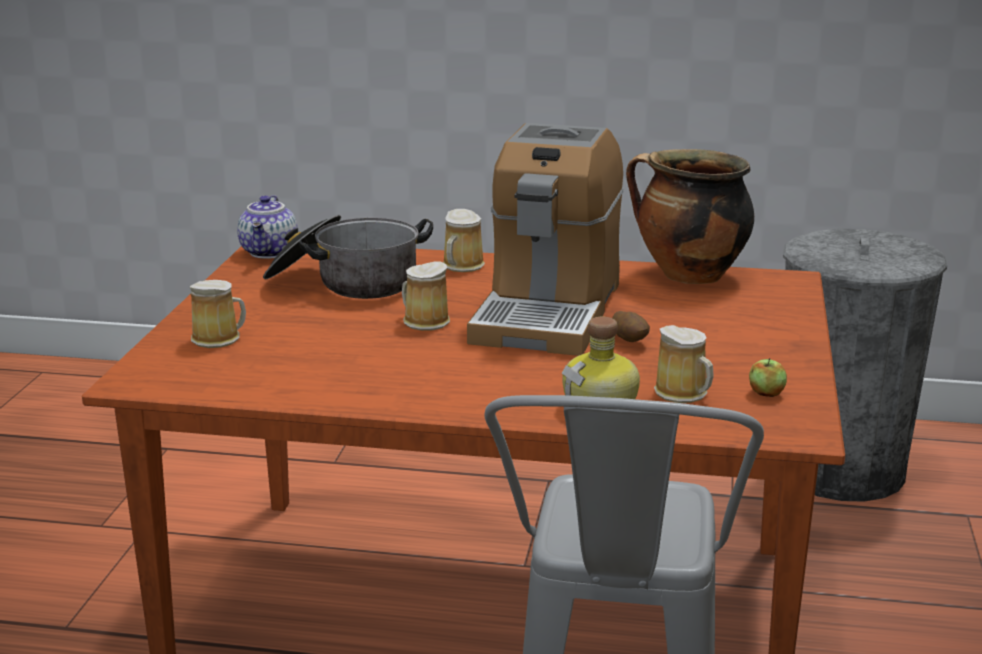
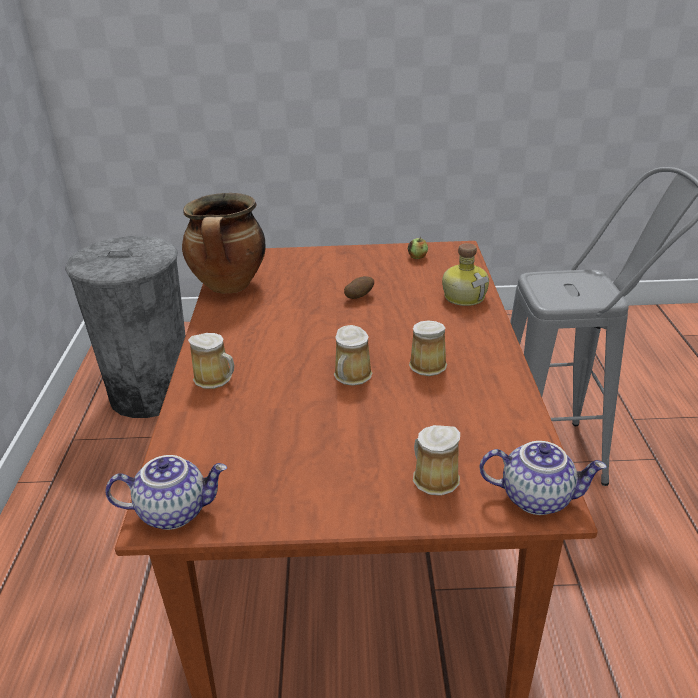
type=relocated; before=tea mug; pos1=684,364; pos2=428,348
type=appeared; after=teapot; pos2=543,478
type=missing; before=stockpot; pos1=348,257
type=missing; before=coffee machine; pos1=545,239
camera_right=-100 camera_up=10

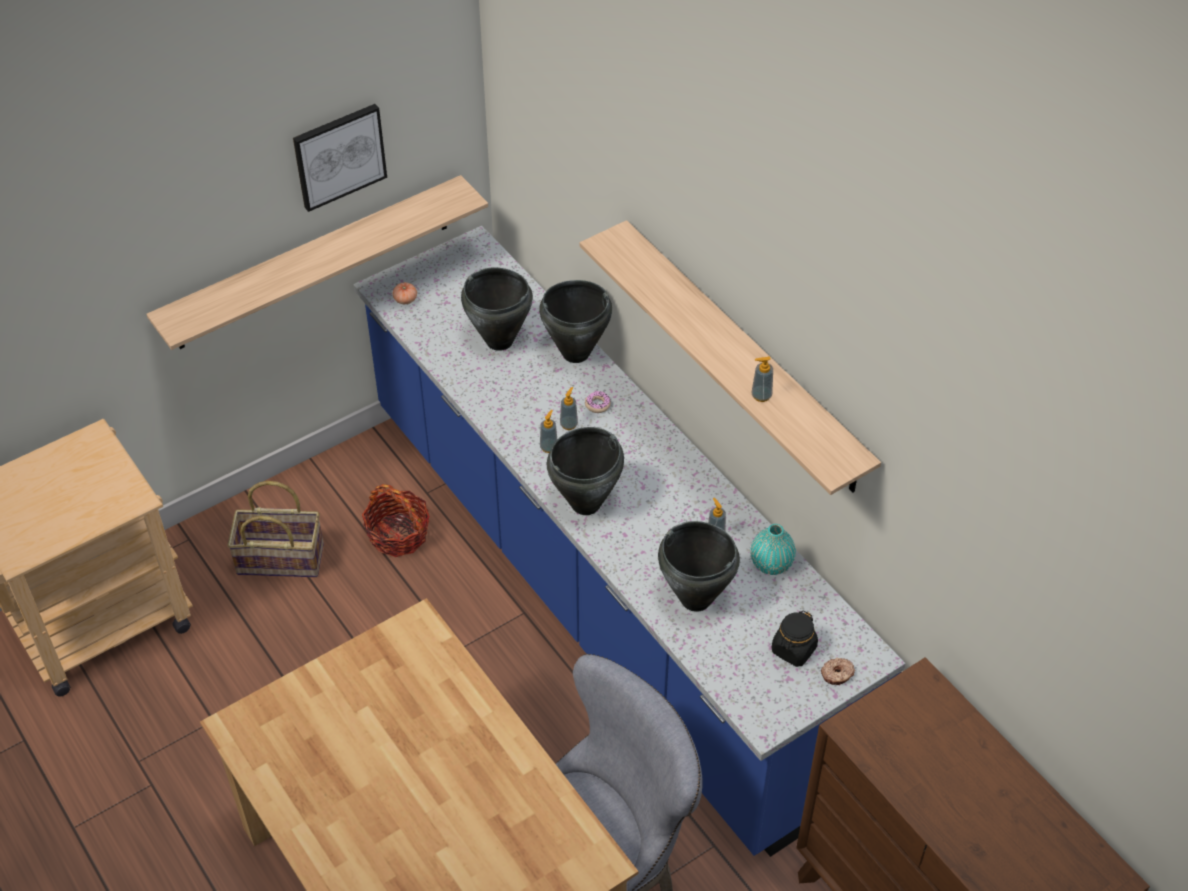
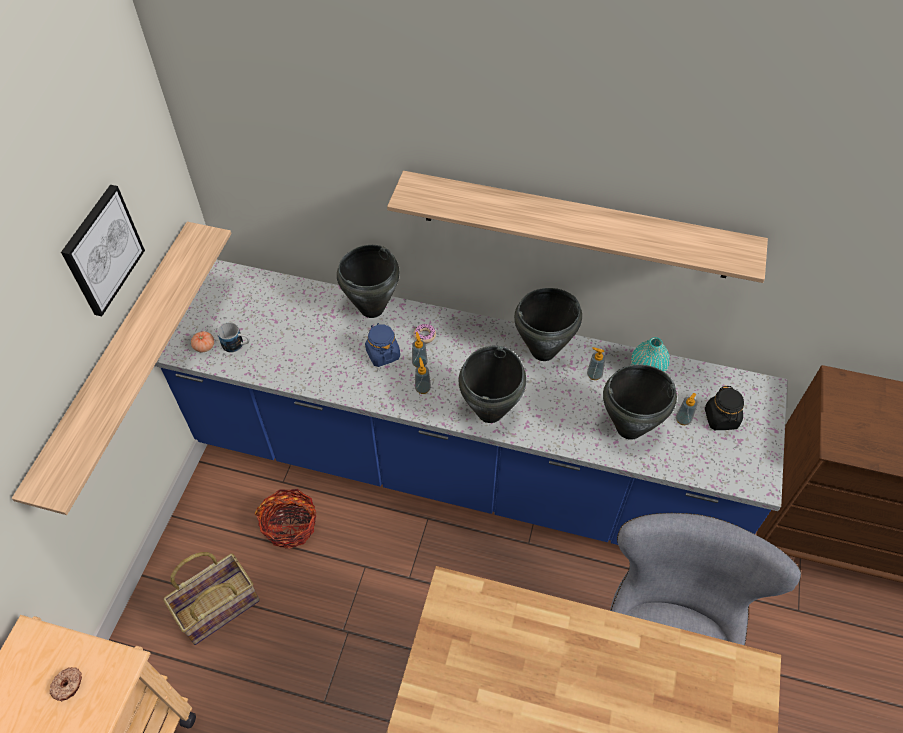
type=relocated; before=donut; pos1=838,671; pos2=66,684
type=appeared; after=tea mug; pos2=233,338
type=appeared; after=storage jar (blue-coloured); pos2=382,345
type=relocated; before=stockpot (black); pos1=497,309; pos2=548,324
type=relocated; before=liquid soap bottle; pos1=762,379; pos2=686,409
camera_right=-40 camera_up=5

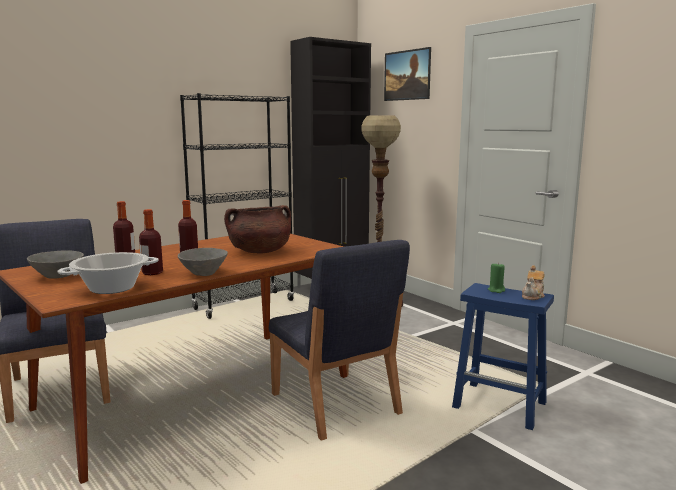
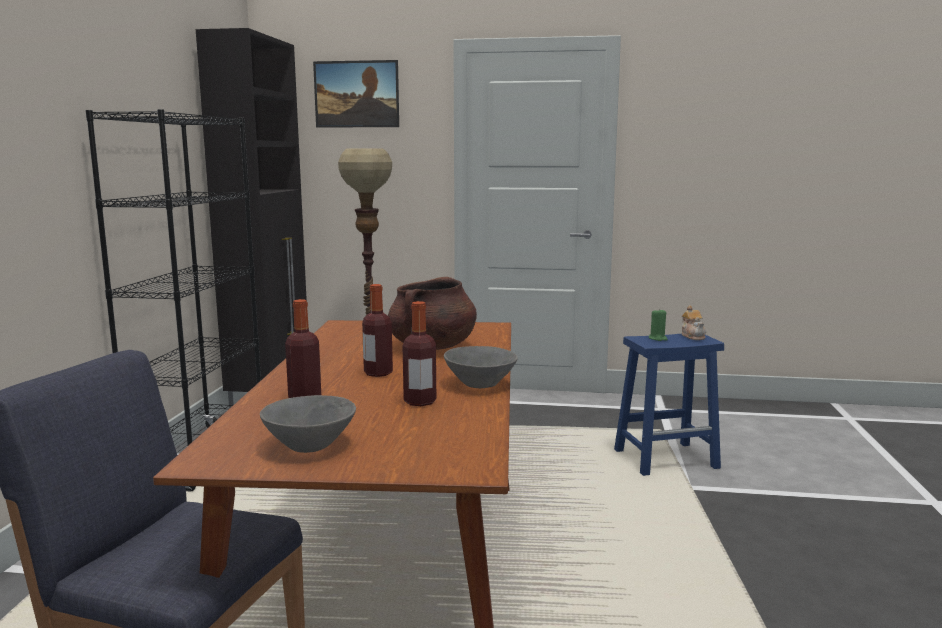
type=missing; before=stockpot; pos1=108,273
type=missing; before=chair (blue-coloured); pos1=339,340
camera_right=-45 camera_up=0

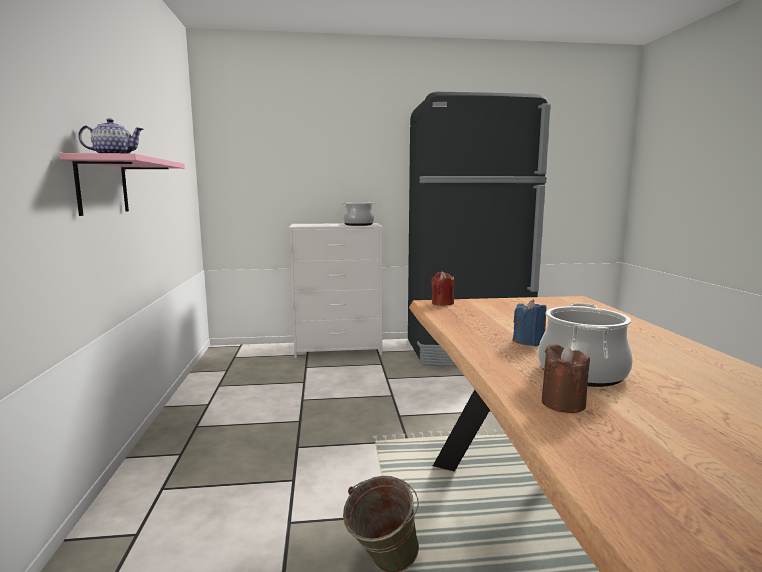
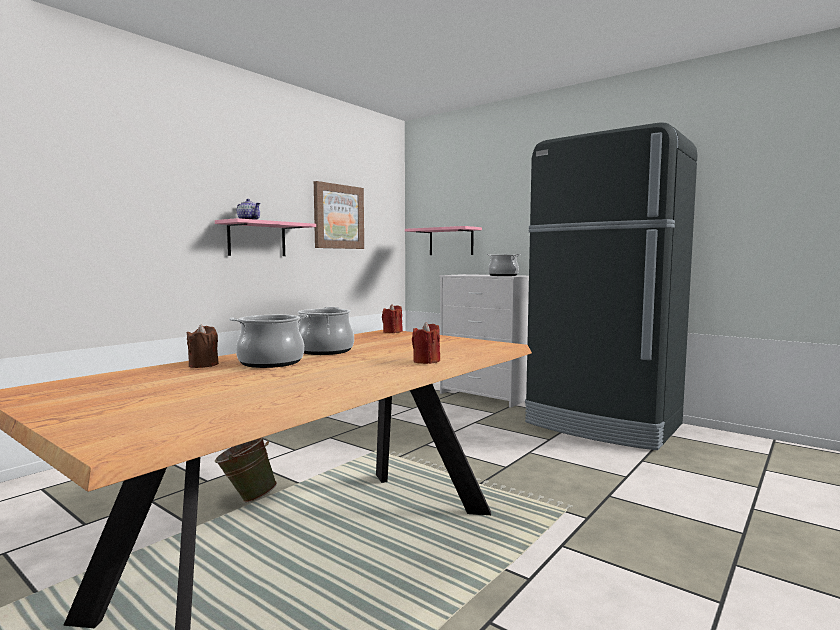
type=exchanged; before=wax candle (blue-coloured); after=stockpot; pos1=530,322; pos2=326,331
type=appeared; after=wall art; pos2=339,215
type=appeared; after=shelf (pinkish); pos2=443,240
type=appeared; after=wax candle (red-coloured); pos2=426,343
camera_right=45 camera_up=-5

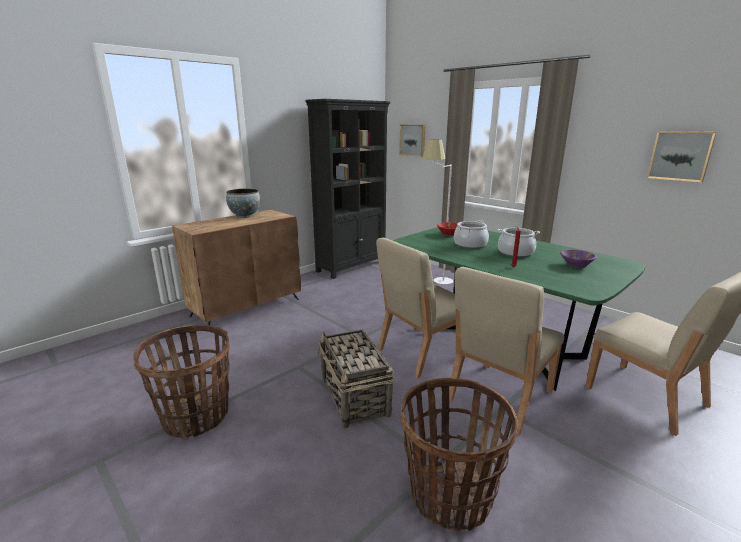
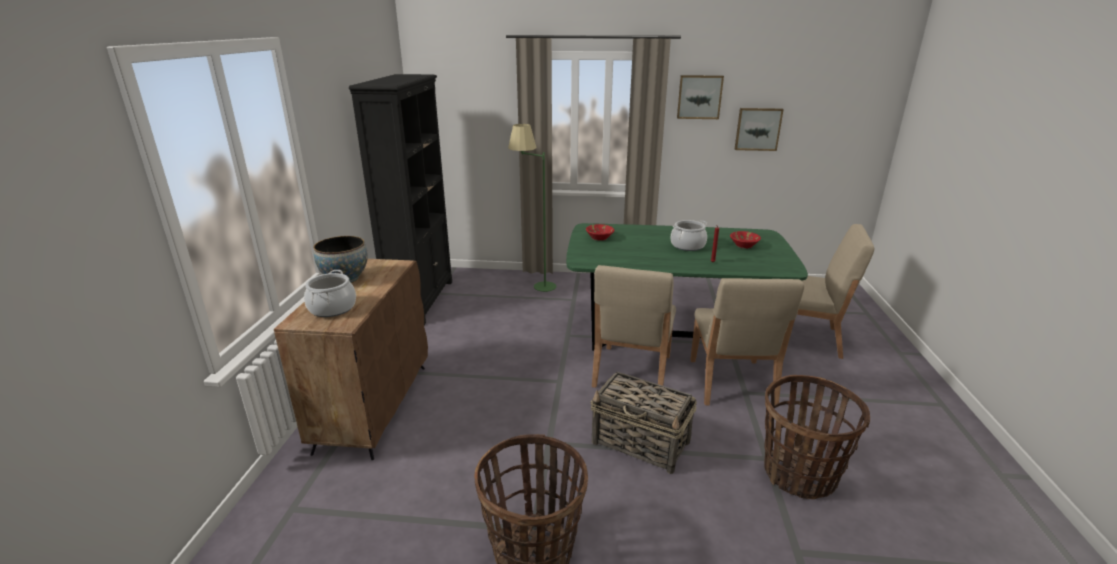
type=relocated; before=stockpot; pos1=471,234; pos2=330,293
type=colour; before=standard lamp (white-coloured); after=standard lamp (greenish); pos1=437,212; pos2=532,208
type=relocated; before=wall art; pos1=412,141; pos2=700,97
type=colour; before=serving bowl (purple-coloured); after=serving bowl (red-coloured); pos1=578,259; pos2=745,240
camera_right=-40 camera_up=5

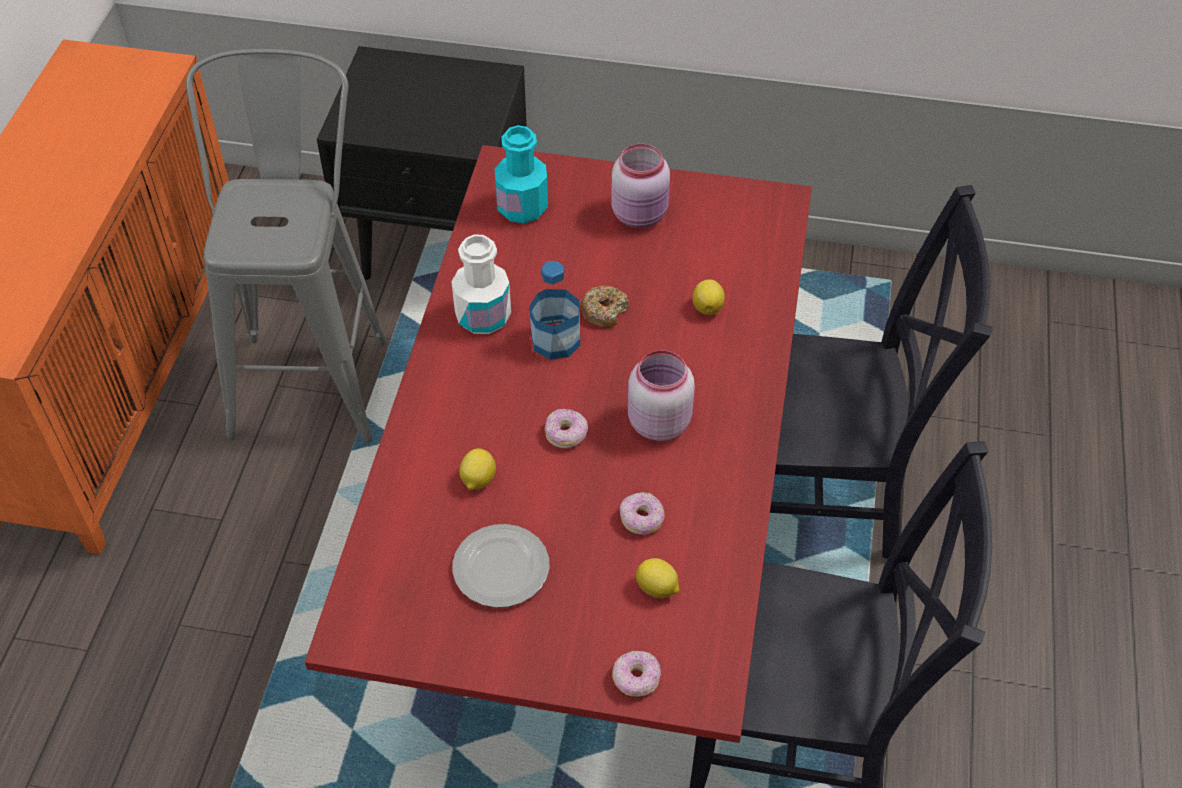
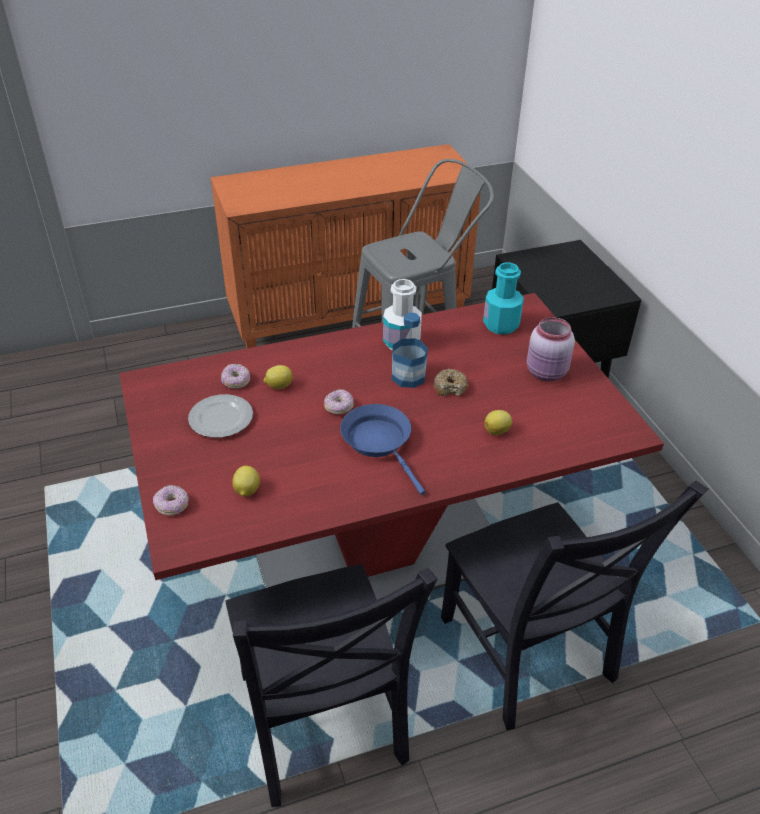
type=relocated; before=donut; pos1=642,514; pos2=235,376
type=exchanged; before=storage jar (pinkish); after=pan (blue-coloured); pos1=661,395; pos2=382,449
camera_right=60 camera_up=-10

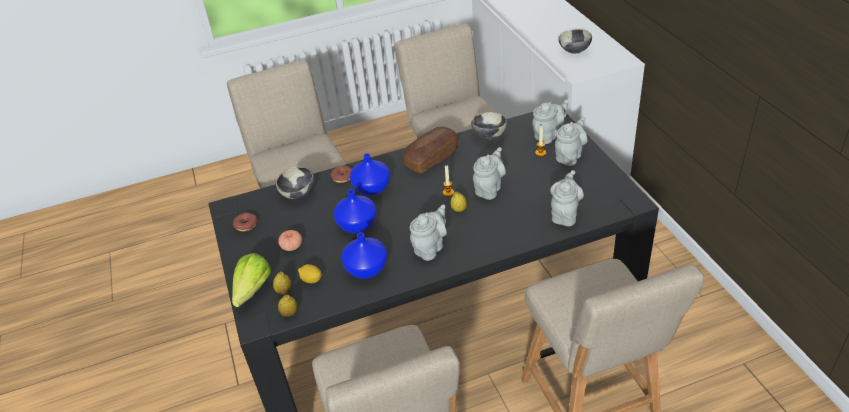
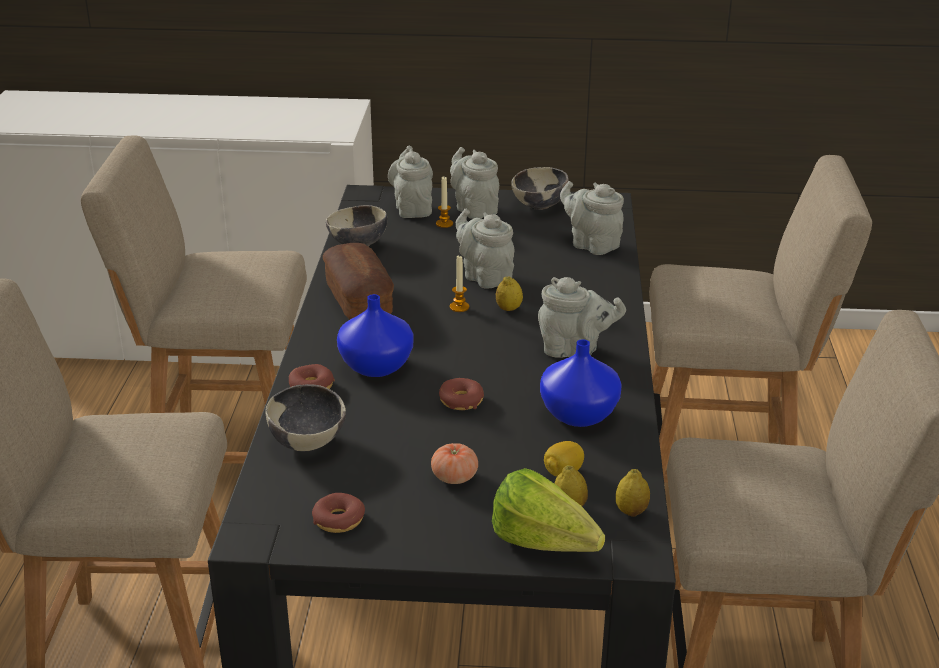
type=exchanged; before=decorative vase (blue-coloured); after=donut; pos1=355,211; pos2=461,394
type=relocated; before=serving bowl; pos1=575,41; pos2=540,188
type=spun; before=teapot (grey); pos1=428,233; pos2=582,317; turn=135
camera_right=-70 camera_up=-10

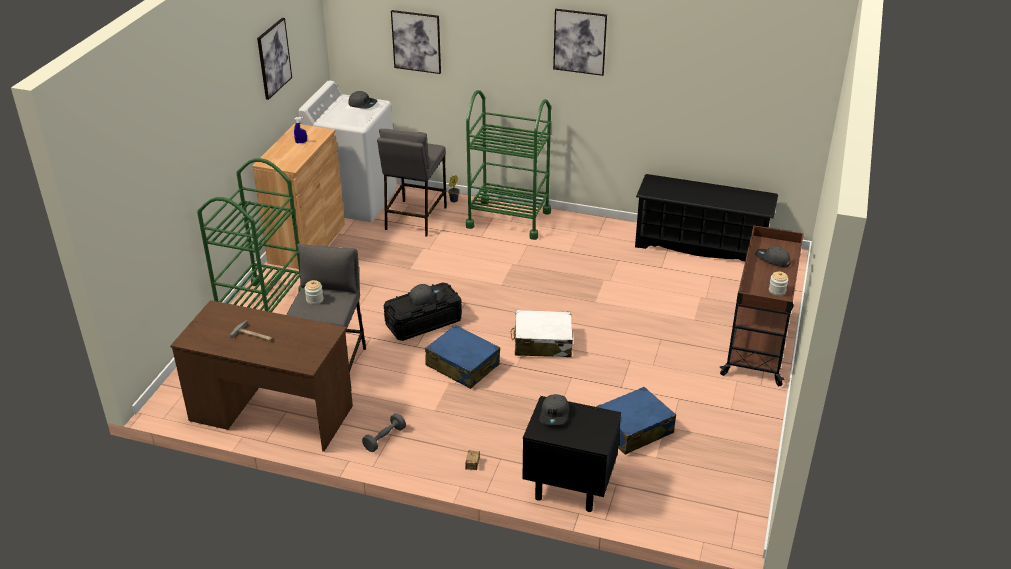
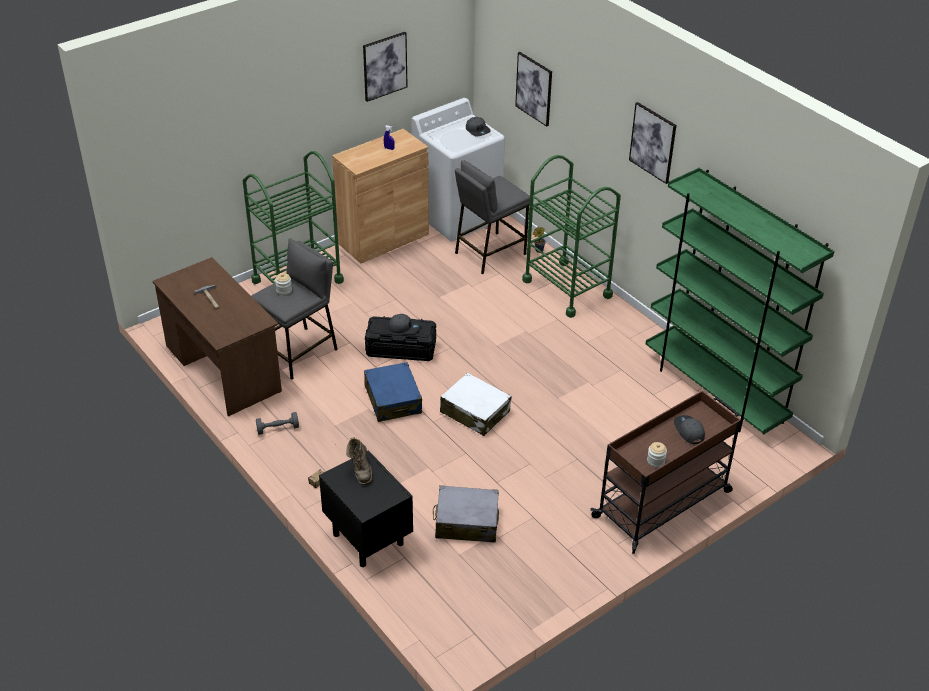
type=exchanged; before=cap (grey); after=high-top boot (brown); pos1=554,409; pos2=359,461
type=colour; before=travel case (blue-coloured); after=travel case (grey); pos1=636,421; pos2=466,514
type=exchanged; before=shoe rack (black); after=shelving unit (greenish); pos1=706,217; pos2=740,301
camera_right=35 camera_up=5

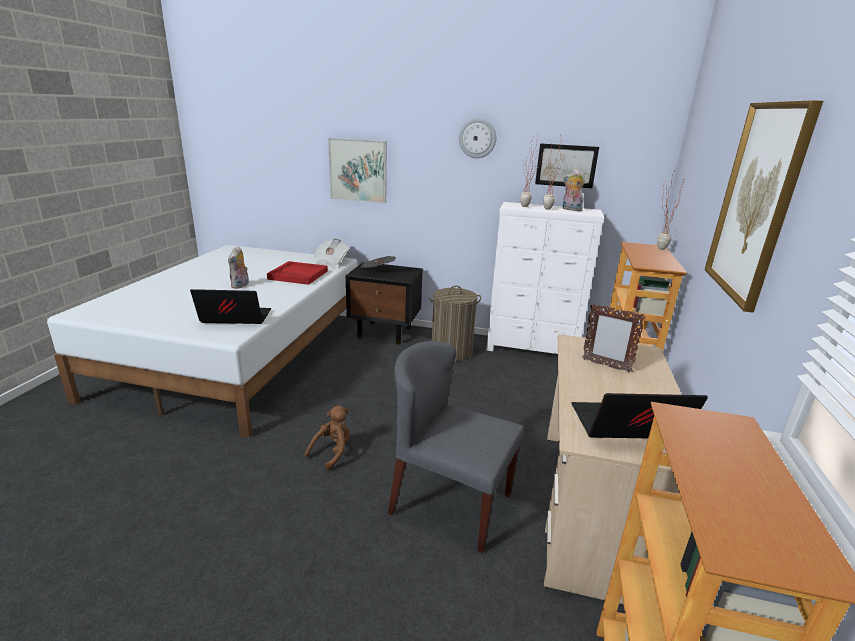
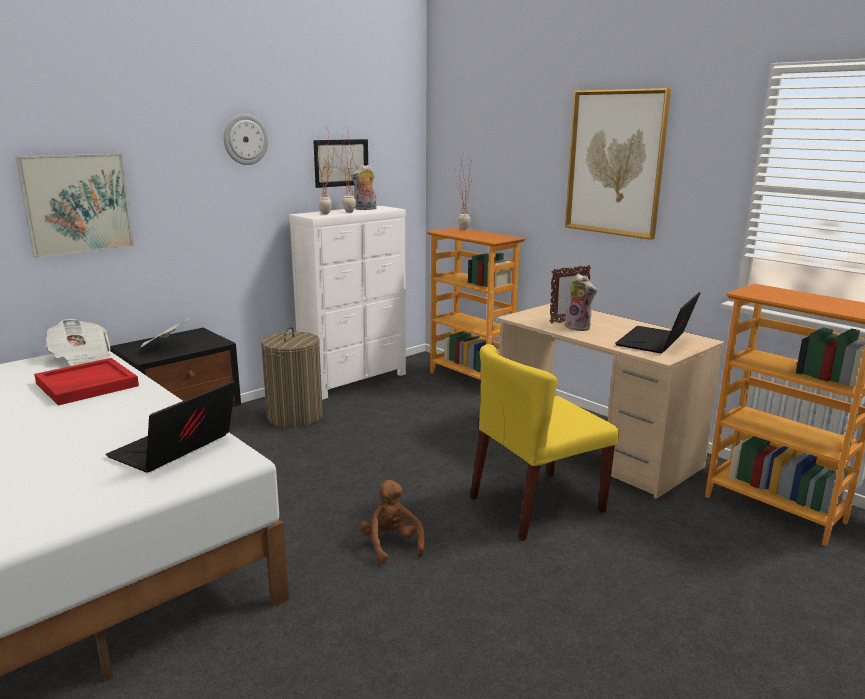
type=colour; before=chair (grey); after=chair (yellow); pos1=456,447; pos2=544,442
type=relocated; before=plush toy; pos1=238,267; pos2=580,302
camera_right=-55 camera_up=-5

